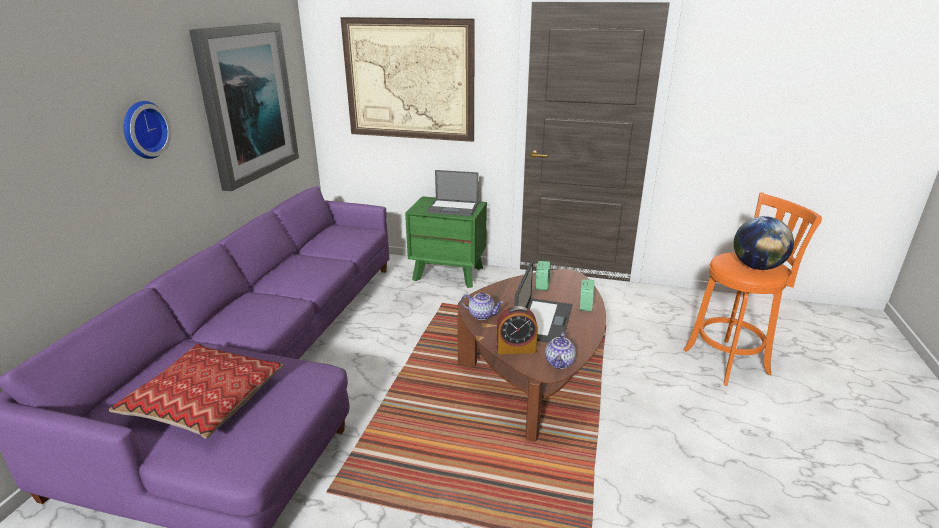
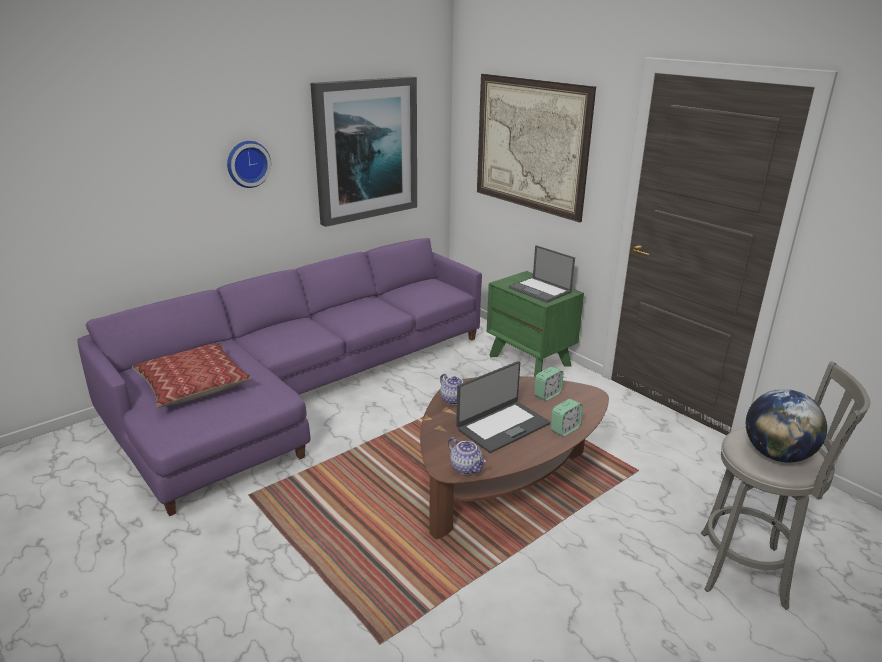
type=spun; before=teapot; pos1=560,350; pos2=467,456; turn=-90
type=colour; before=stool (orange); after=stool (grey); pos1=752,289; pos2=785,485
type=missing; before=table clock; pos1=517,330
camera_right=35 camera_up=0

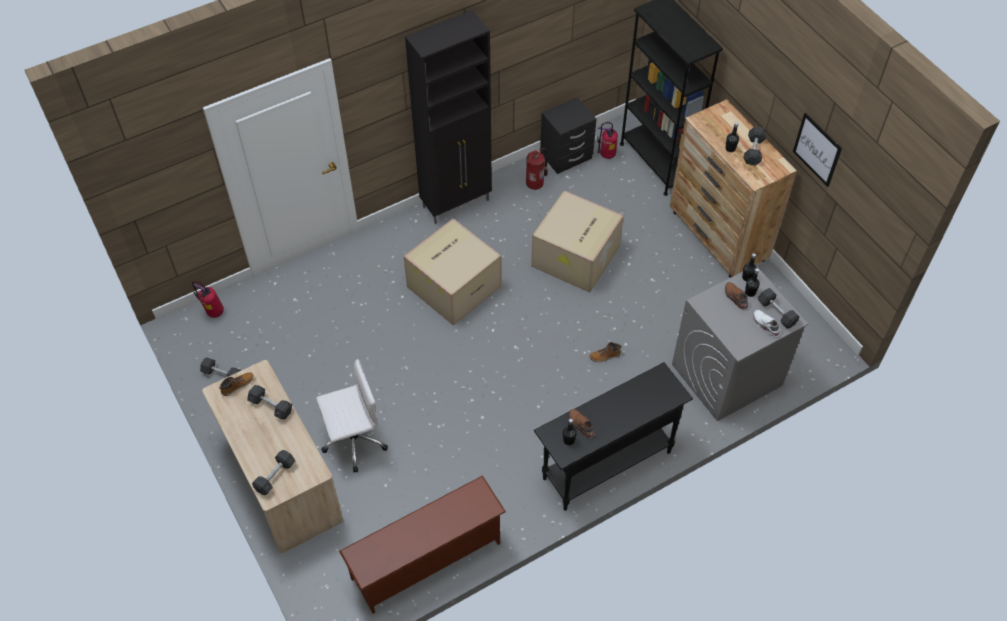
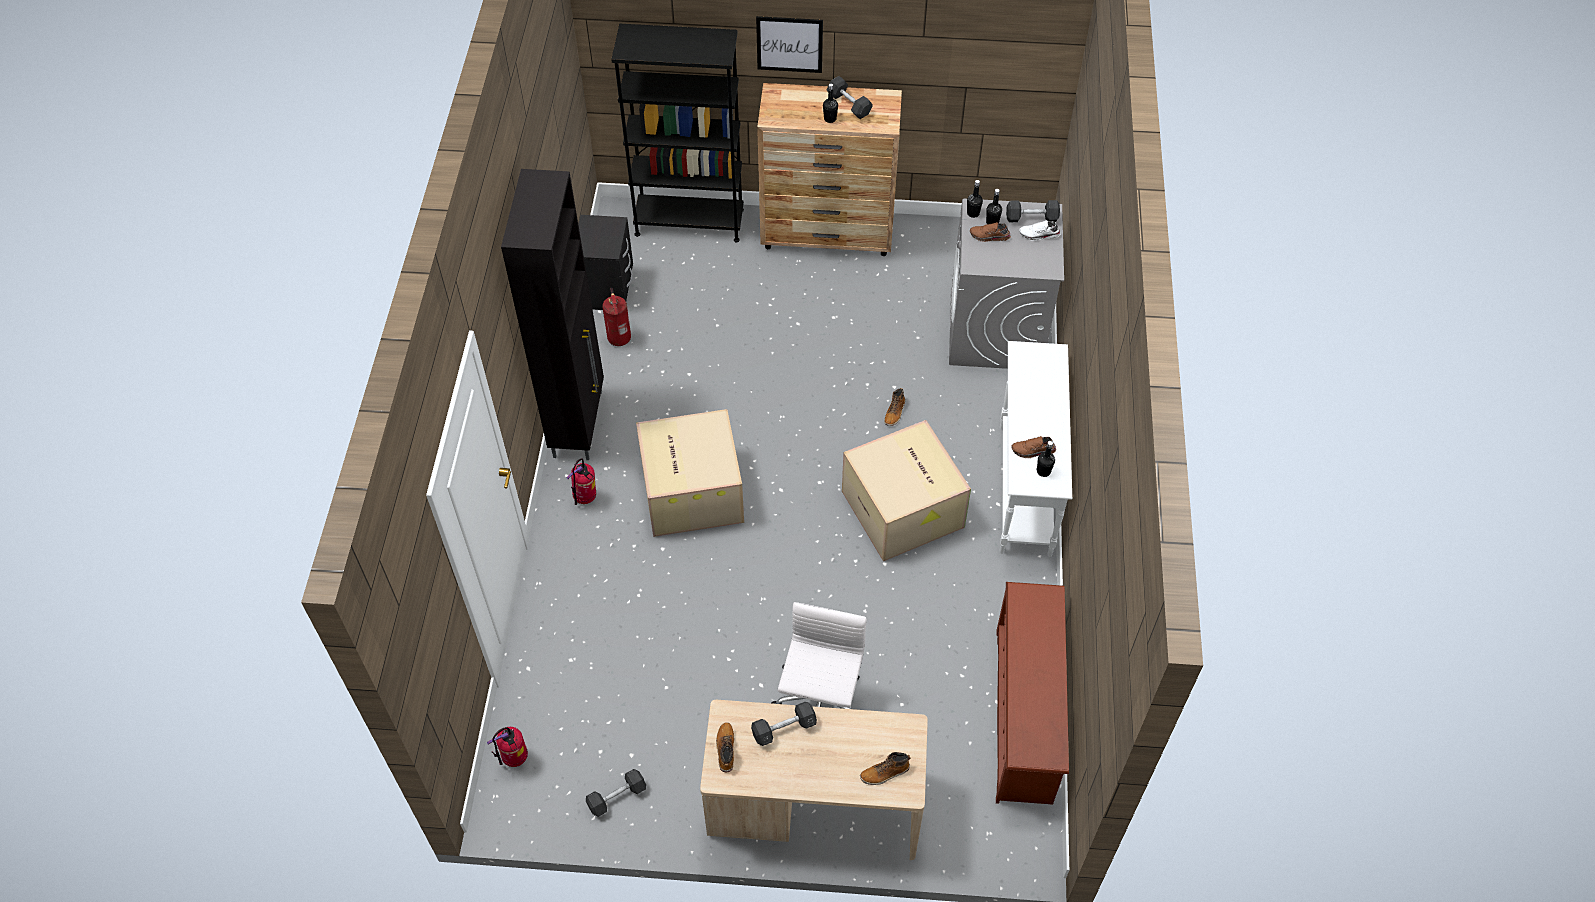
type=relocated; before=fire-fighting cylinder; pos1=607,140; pos2=581,481
type=relocated; before=wall art; pos1=817,150; pos2=789,44
type=relocated; before=packing box; pos1=577,241; pos2=906,490
type=exchanged; before=dumbbell (grey); after=high-top boot; pos1=274,472; pos2=885,768
type=colour; before=narrow table (black); after=narrow table (white-coloured); pos1=613,436; pos2=1035,449
camera_right=-55 camera_up=0

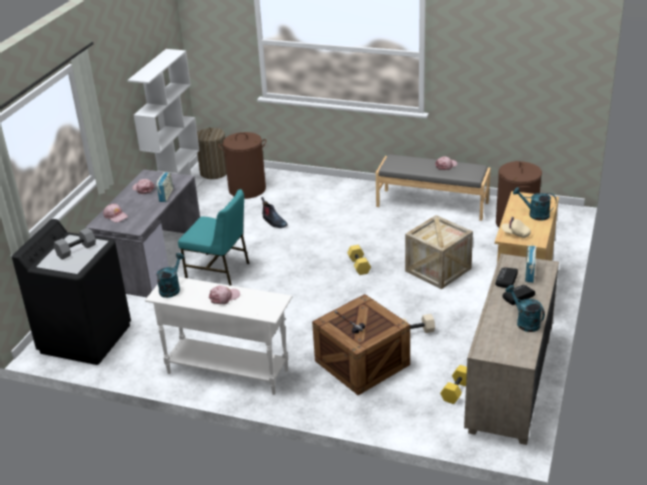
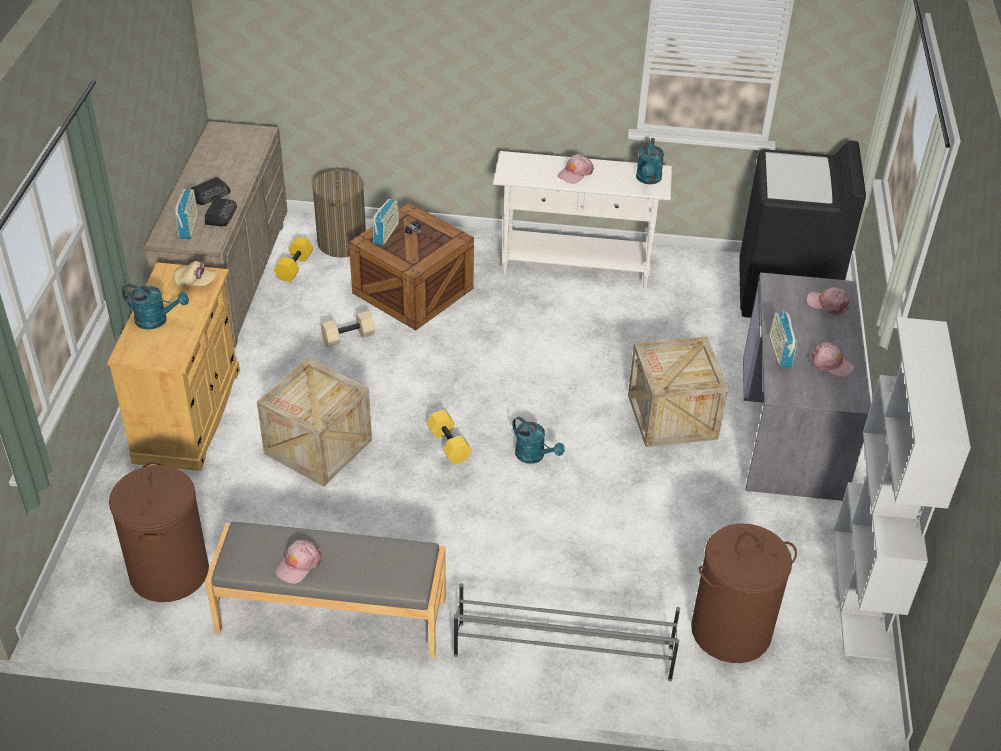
type=relocated; before=laundry basket; pos1=212,153; pos2=339,213
type=appeared; after=radio receiver; pos2=386,222
type=appeared; after=shoe rack (grey); pos2=567,632
type=relocated; before=sprinkling can (blue-green); pos1=525,308; pos2=538,440
type=exchanged; before=chair (blue-green); after=shipping crate; pos1=213,237; pos2=678,391
type=missing; before=dumbbell (grey); pos1=75,244
type=missing; before=high-top boot; pos1=274,212
camera_right=165 camera_up=10

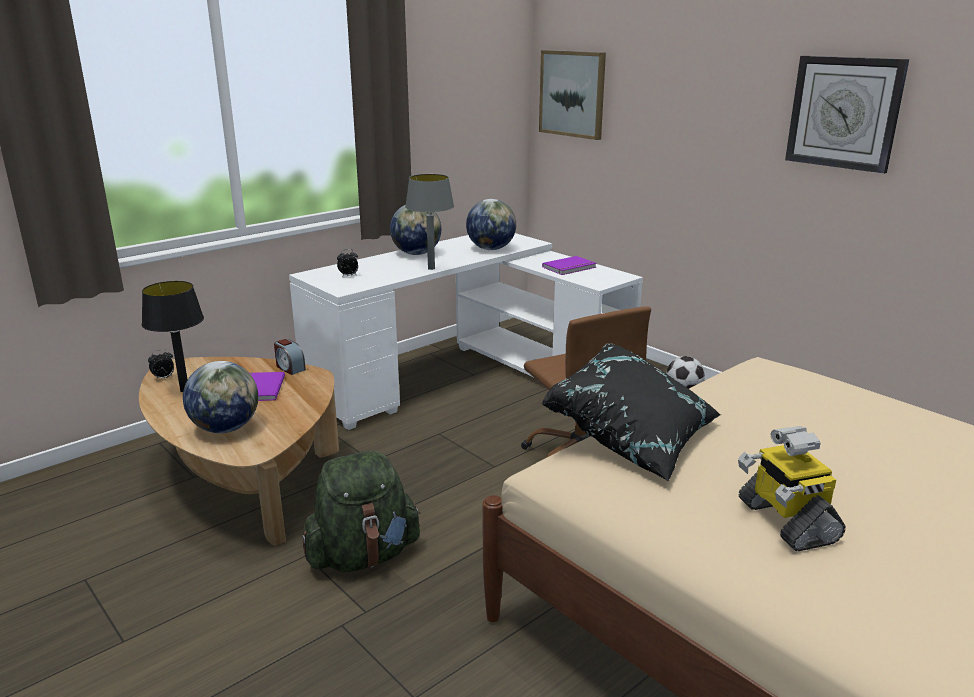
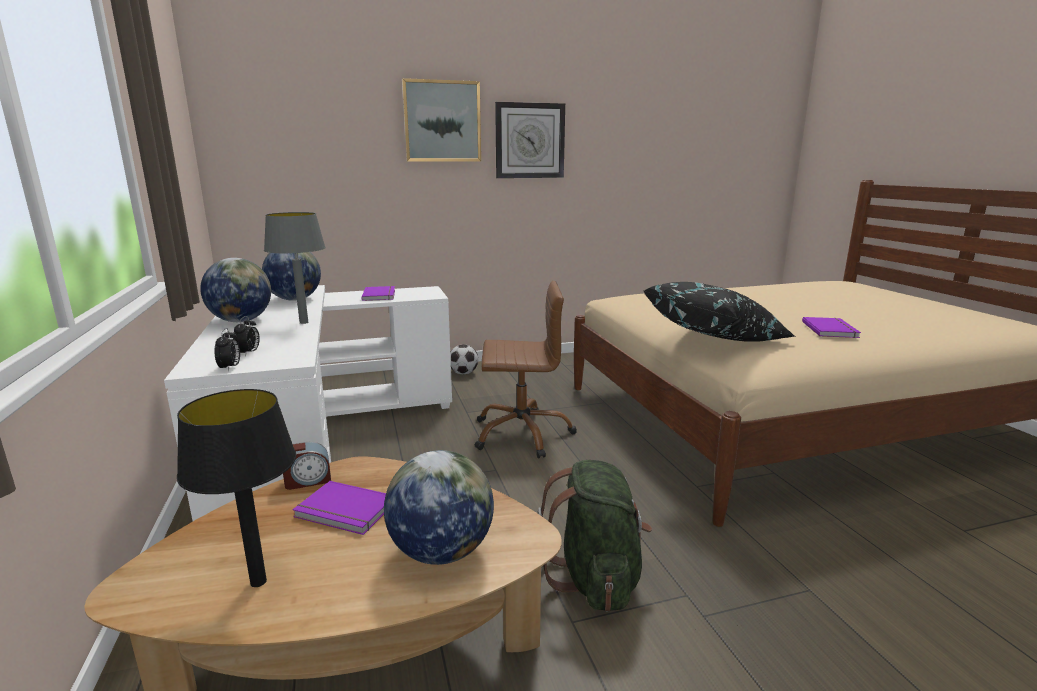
type=relocated; before=table clock; pos1=161,364; pos2=227,350
type=relocated; before=wall art; pos1=572,95; pos2=441,120
type=exchanged; before=model robot; after=volume (purple-coloured); pos1=792,488; pos2=831,327
camera_right=-65 camera_up=-5

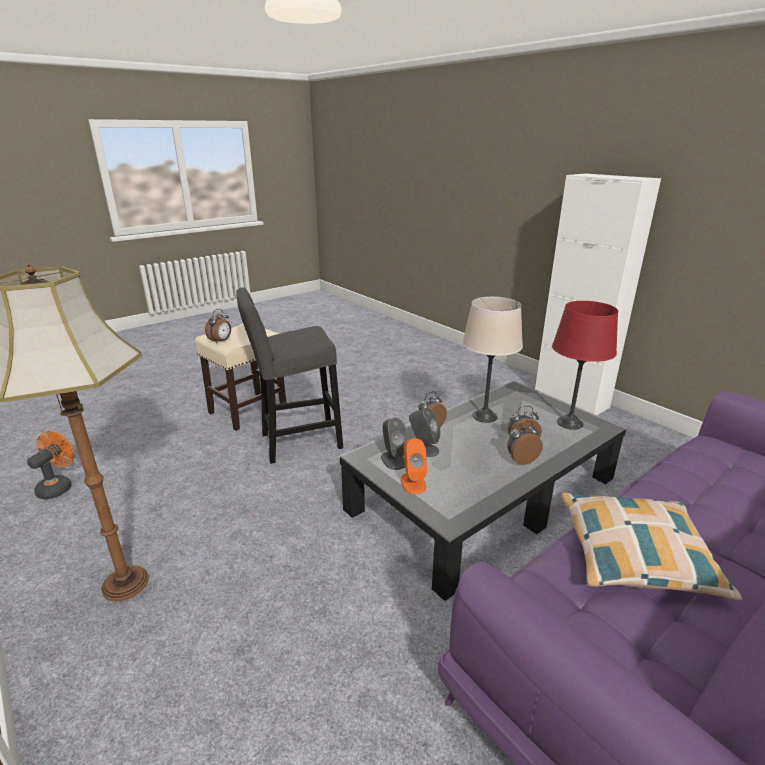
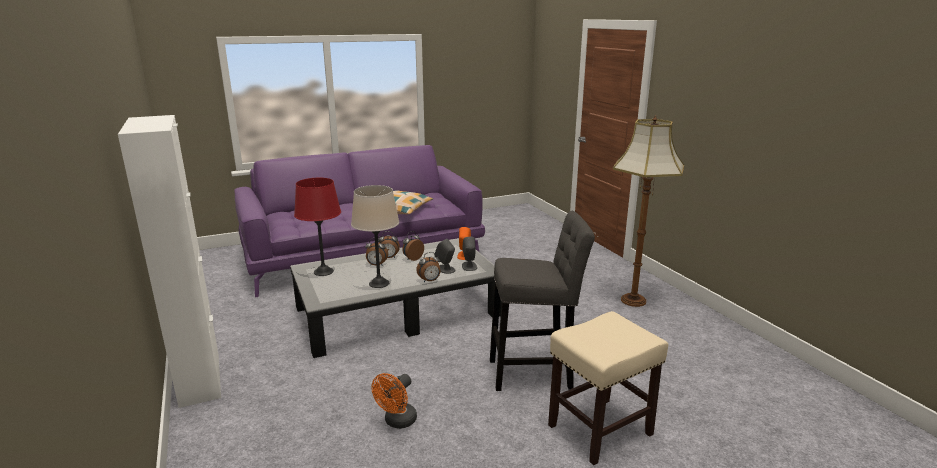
type=relocated; before=electric fan (orange); pos1=51,465; pos2=394,401
type=relocated; before=table clock; pos1=218,326; pos2=413,246
camera_right=-165 camera_up=-5

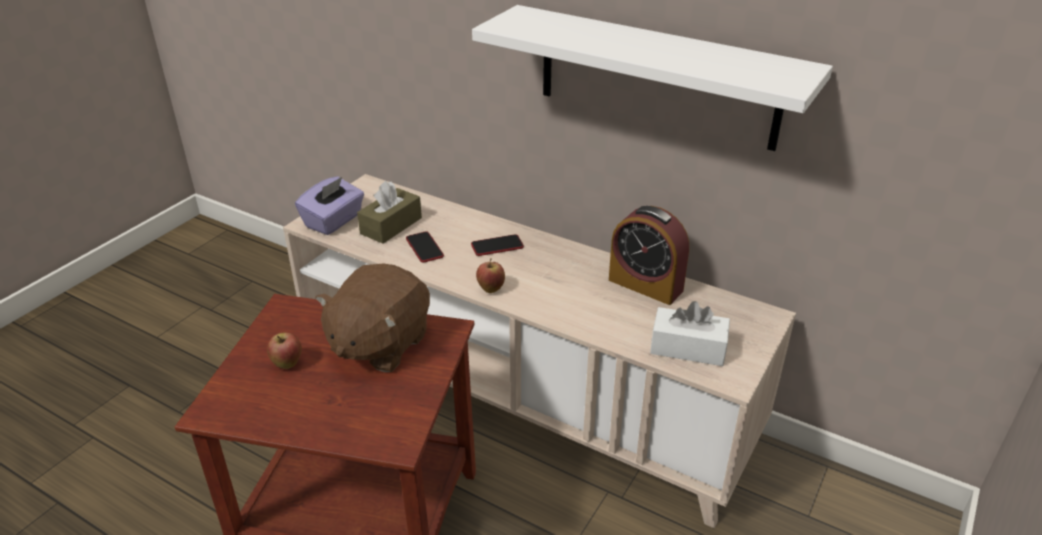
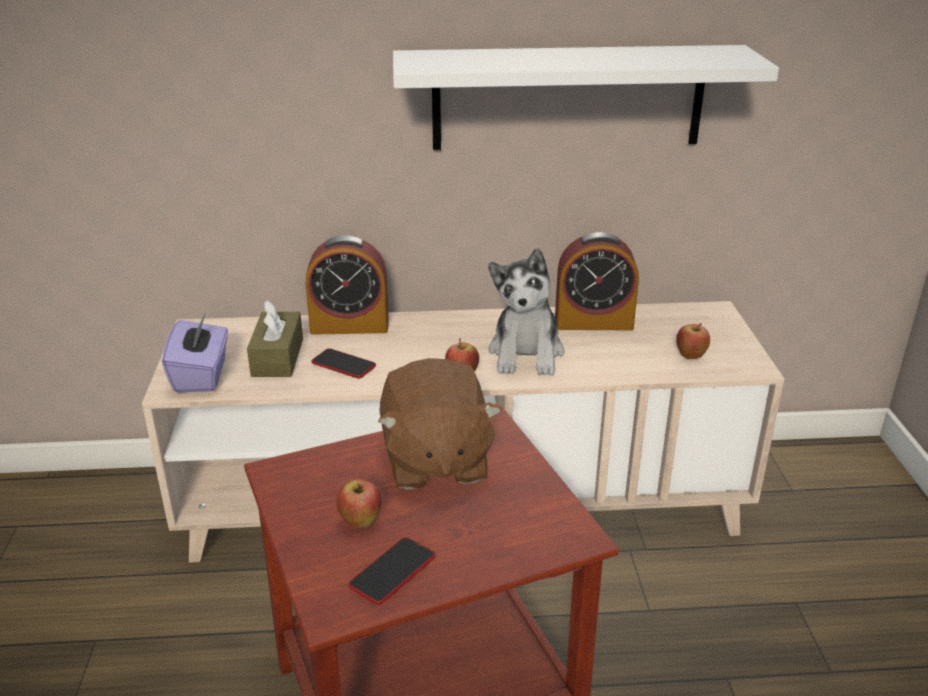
type=appeared; after=table clock; pos2=347,285
type=relocated; before=handset; pos1=497,245; pos2=392,571
type=appeared; after=plush toy; pos2=526,312
type=exchanged; before=box of tissues (white-coloured); after=whole apple; pos1=690,333; pos2=693,341
camera_right=-35 camera_up=-5

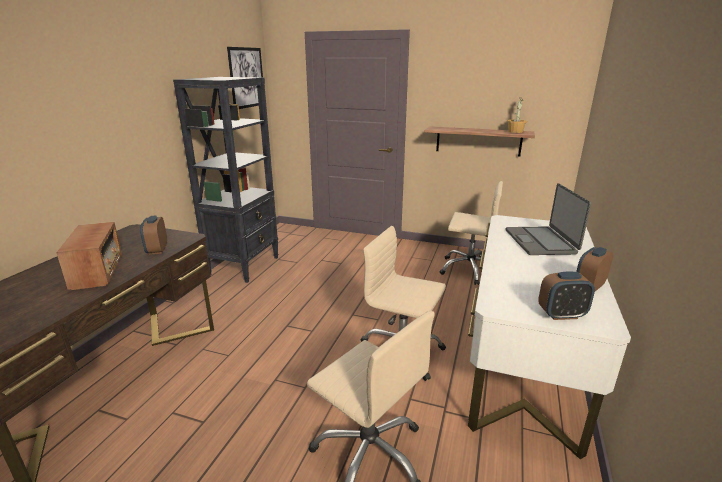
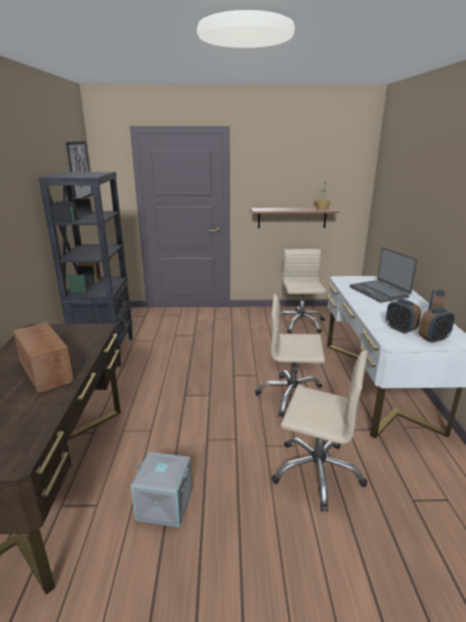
type=appeared; after=storage bin (grey); pos2=161,490
type=spun; before=computer chair (beige); pos1=471,233; pos2=303,291; turn=-90
type=relocated; before=table clock; pos1=153,235; pos2=403,316
camera_right=-20 camera_up=0

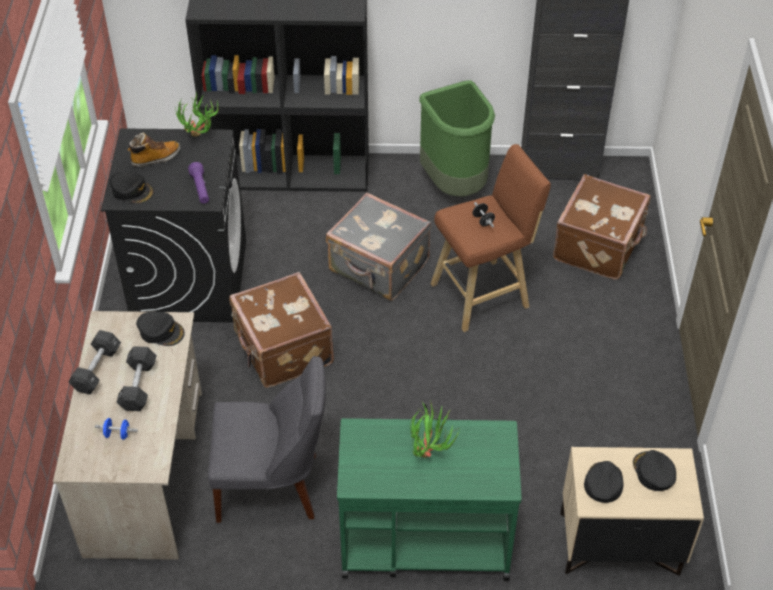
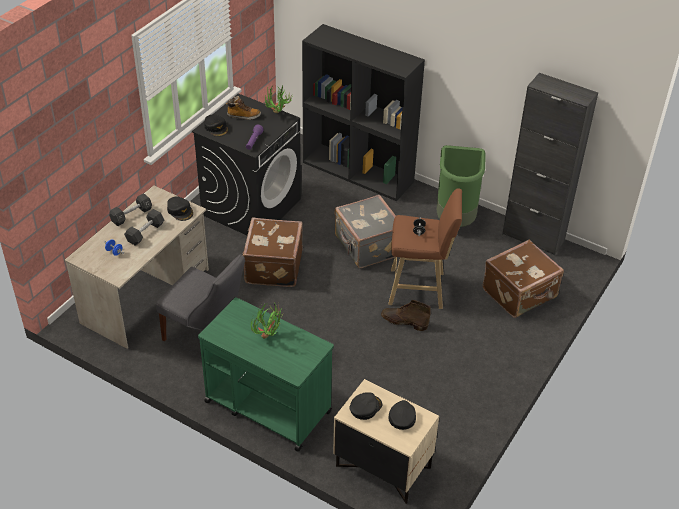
type=appeared; after=high-top boot (brown); pos2=406,315
camera_right=30 camera_up=-5

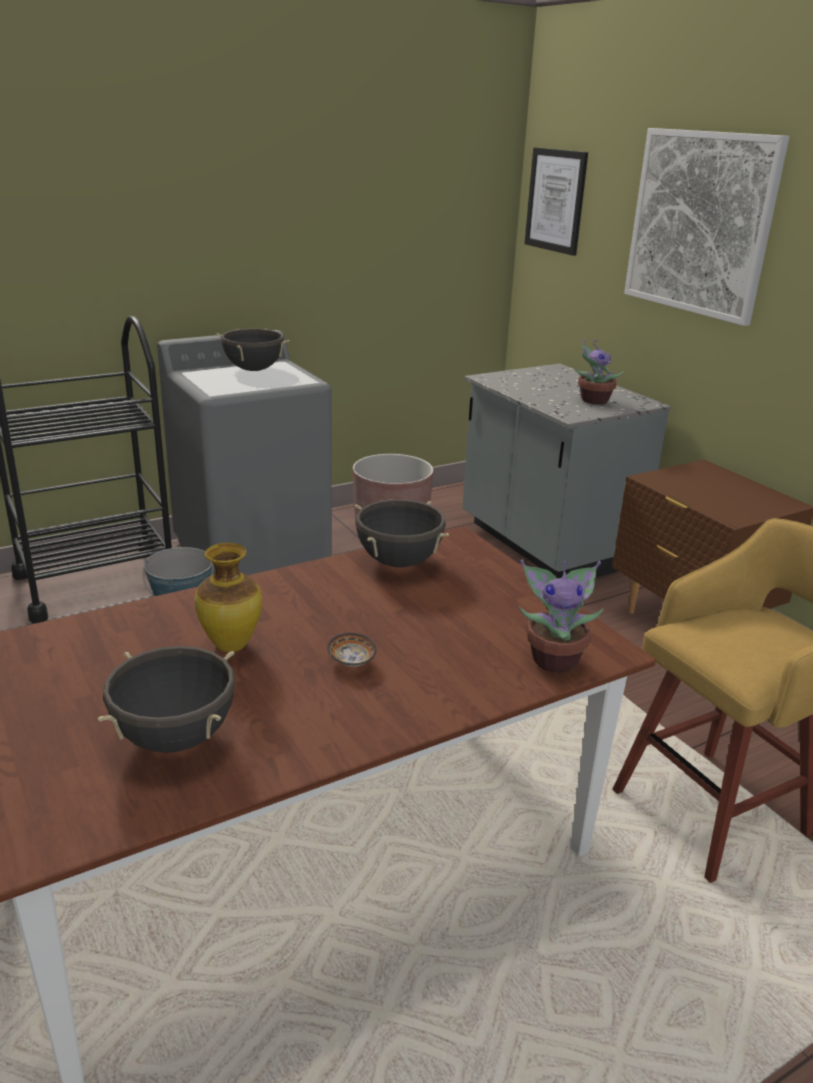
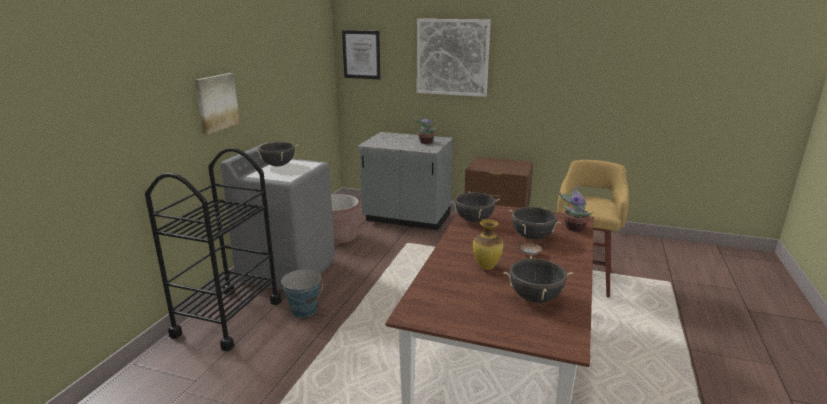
type=appeared; after=wall art; pos2=217,104
type=appeared; after=stockpot (black); pos2=535,223
camera_right=-40 camera_up=-5

